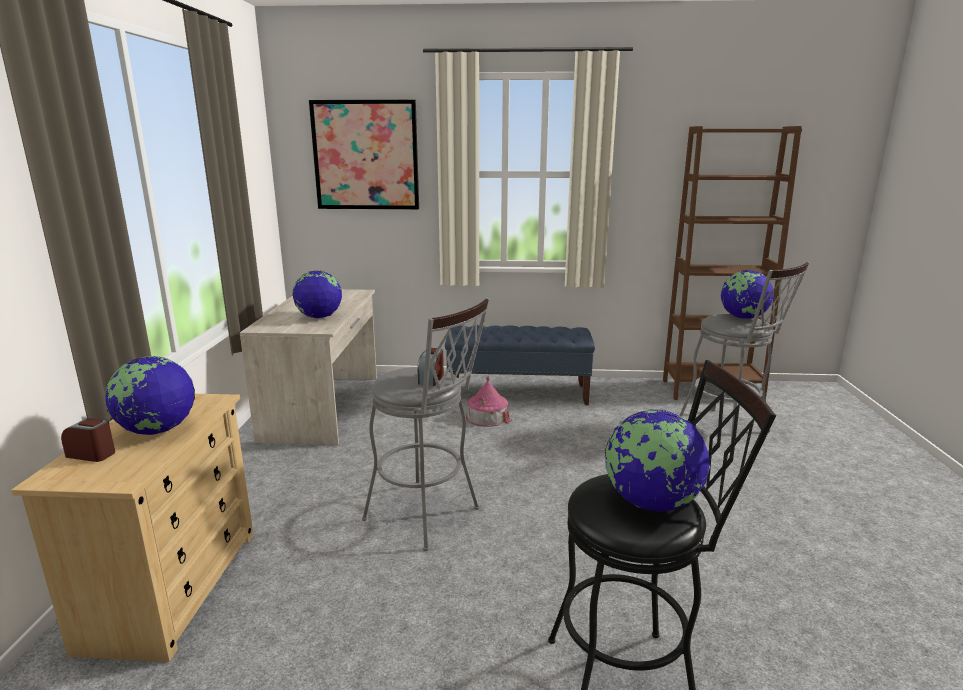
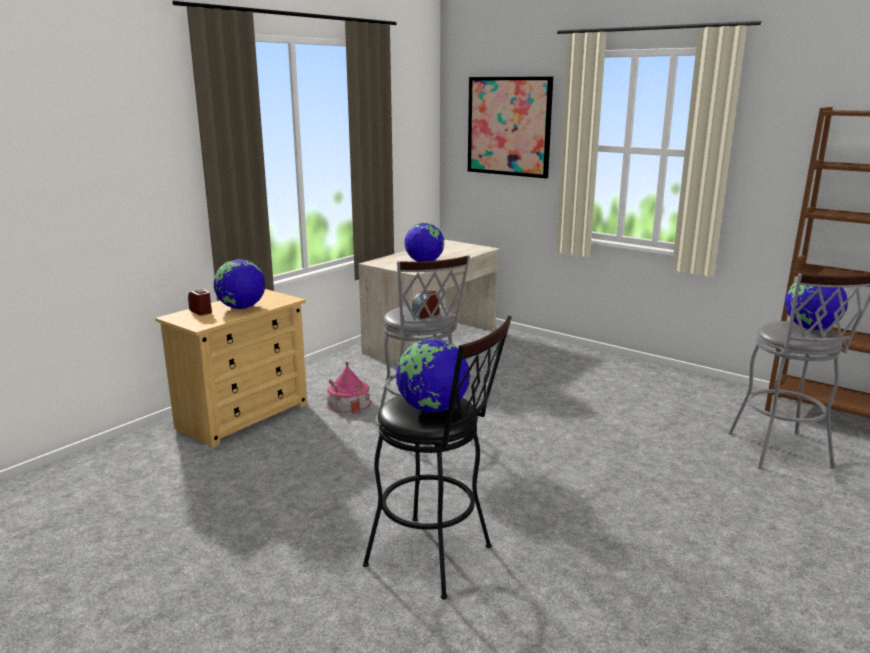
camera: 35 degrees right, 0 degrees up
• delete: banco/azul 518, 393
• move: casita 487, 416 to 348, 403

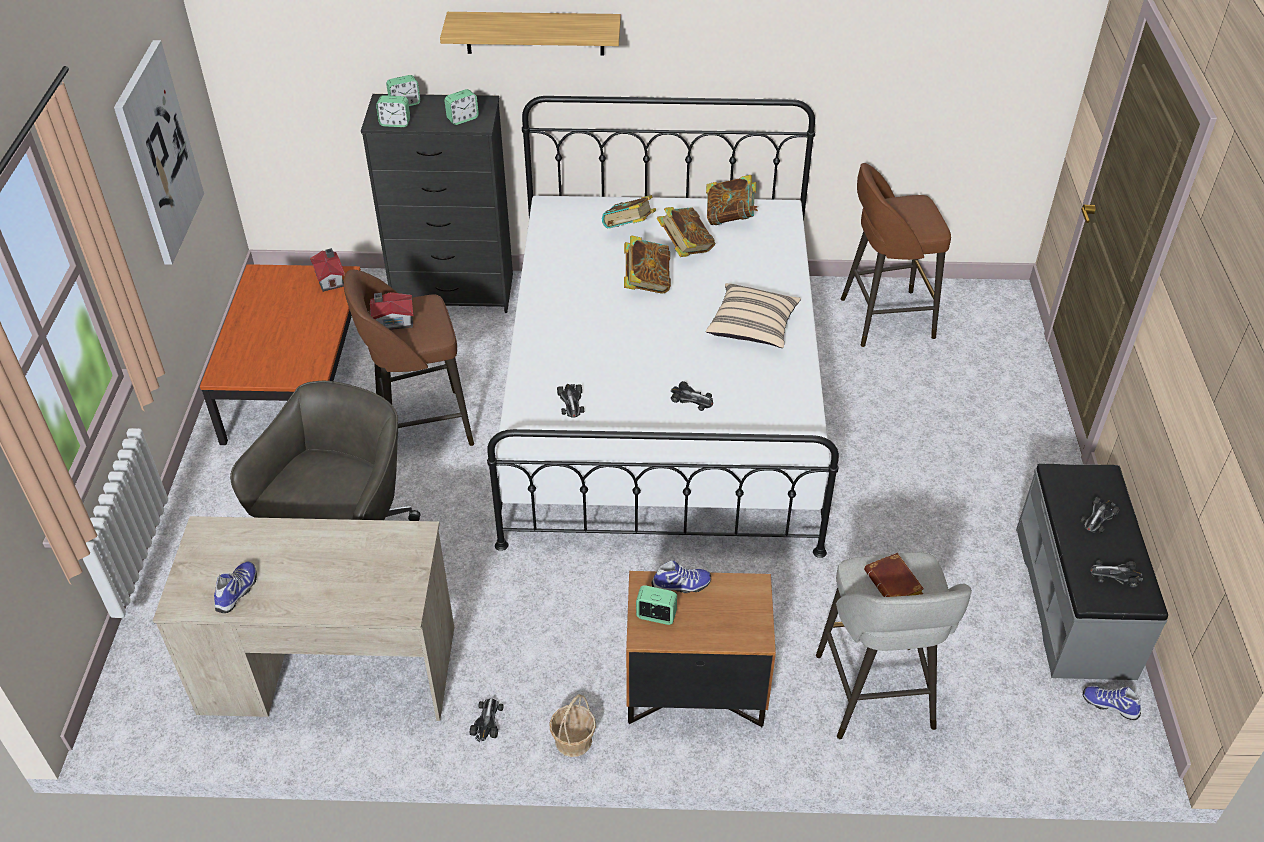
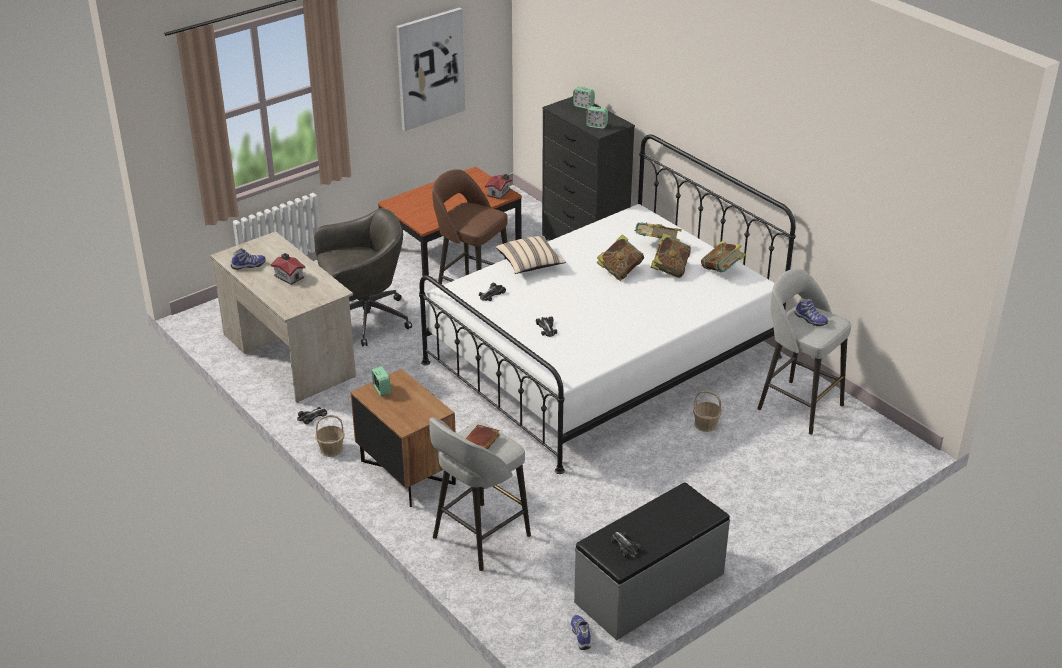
camera: 50 degrees right, 10 degrees down
• move: casita 393, 320 to 289, 276
• delete: despertador 395, 123
• delete: estante 534, 33
• move: zapato 681, 585 to 810, 320
• move: cojín/beis 752, 327 to 530, 264
• recolor: taburete/marrón 883, 318 to taburete/gris 798, 406
• delete: coche de juguete 1098, 517
• insert: cesta 706, 424

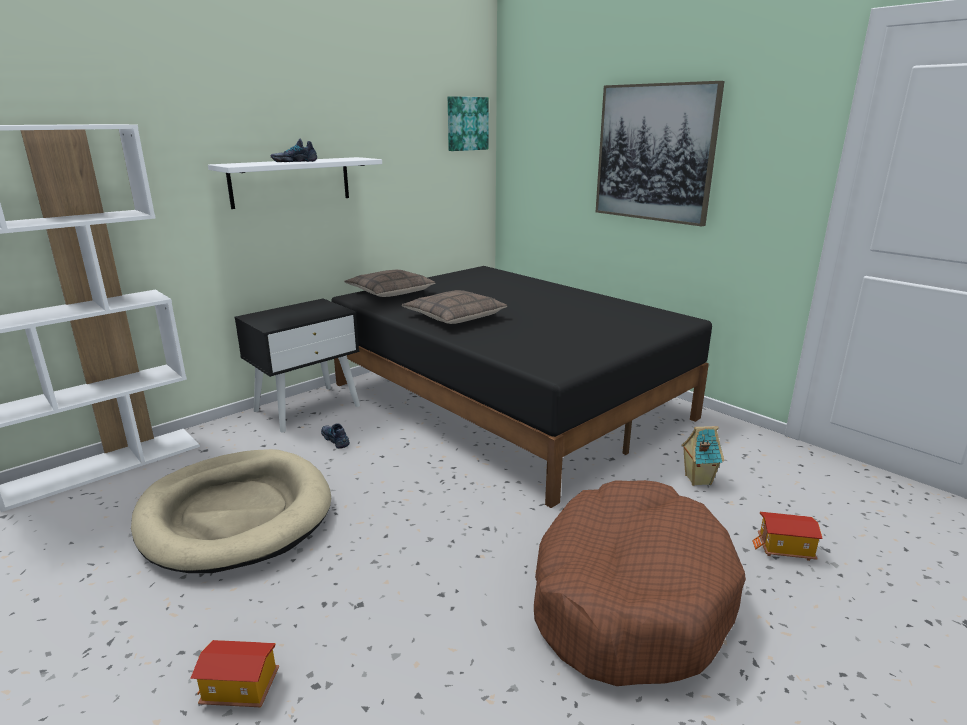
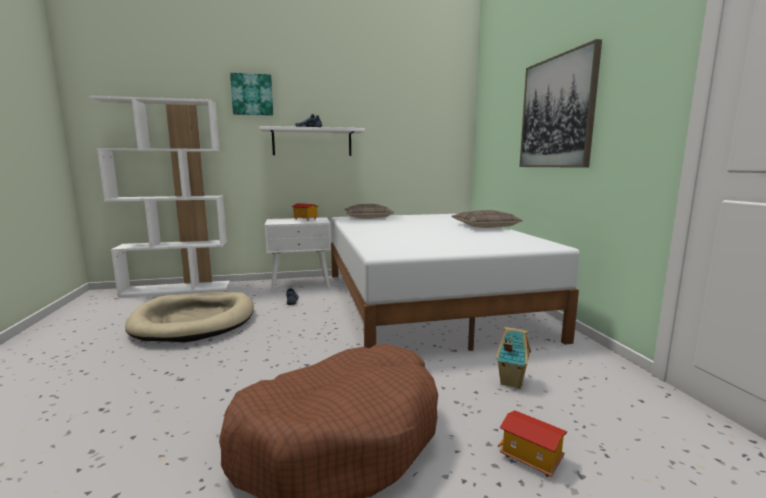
camera: 30 degrees right, 10 degrees down
• move: casita 239, 691 to 305, 219
• recolor: mesita de noche/negro 307, 408 to mesita de noche/blanco 300, 283
• recolor: cama/negro 508, 400 to cama/blanco 425, 302
• move: cojín 454, 316 to 484, 226
• move: cuadro 466, 123 to 252, 94

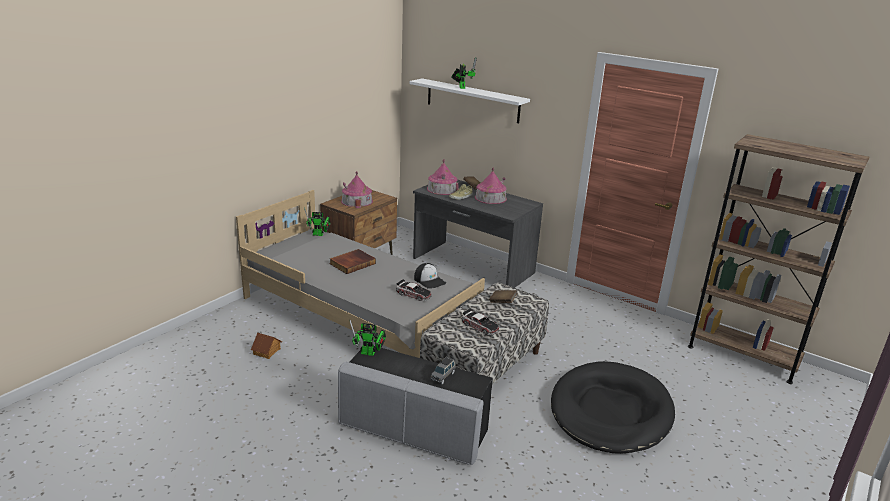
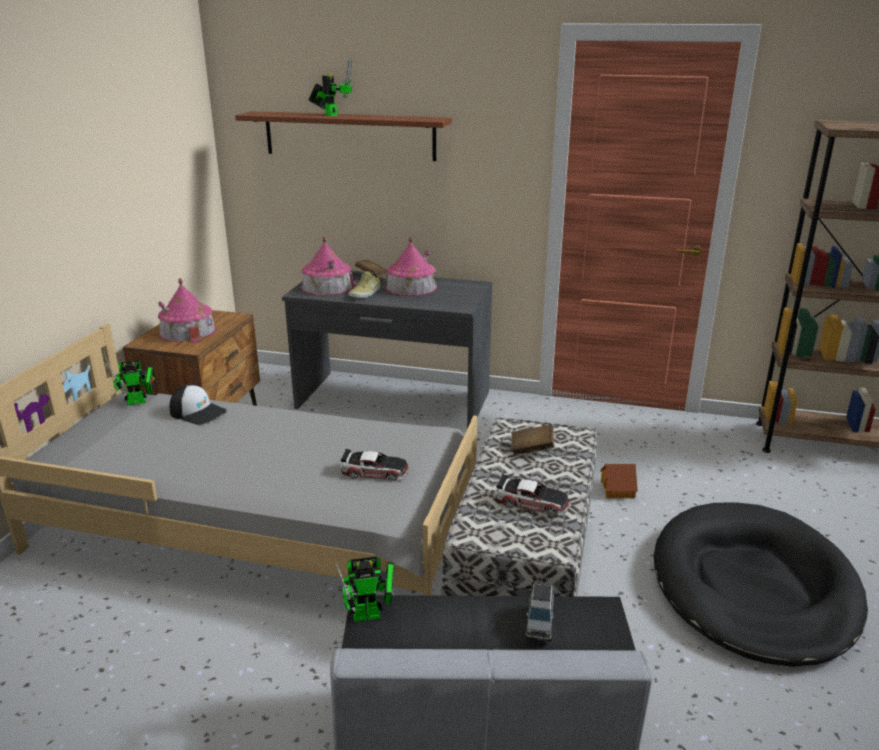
camera: 20 degrees left, 0 degrees up
• move: casita 267, 351 to 618, 489
• delete: libro 352, 263
• recolor: estante/blanco 472, 100 to estante/marrón 349, 135
• move: gorra 429, 280 to 198, 412

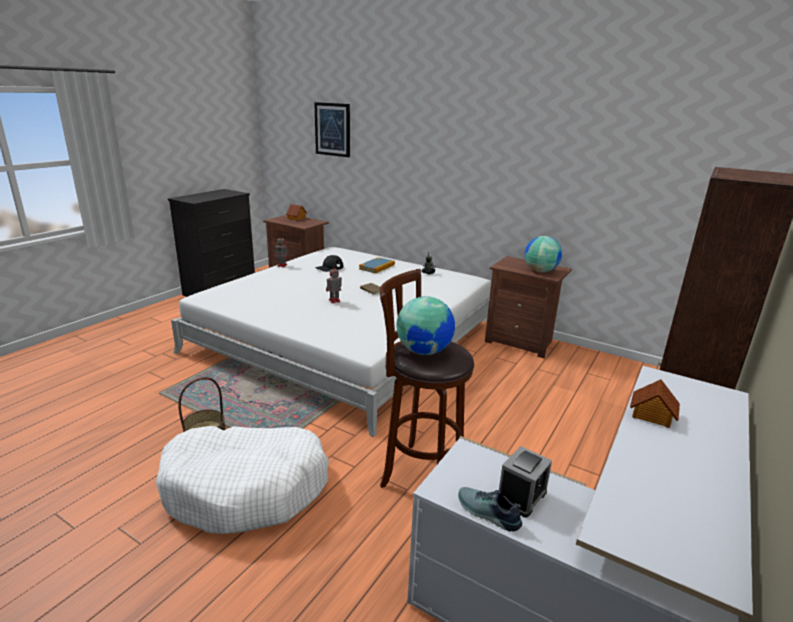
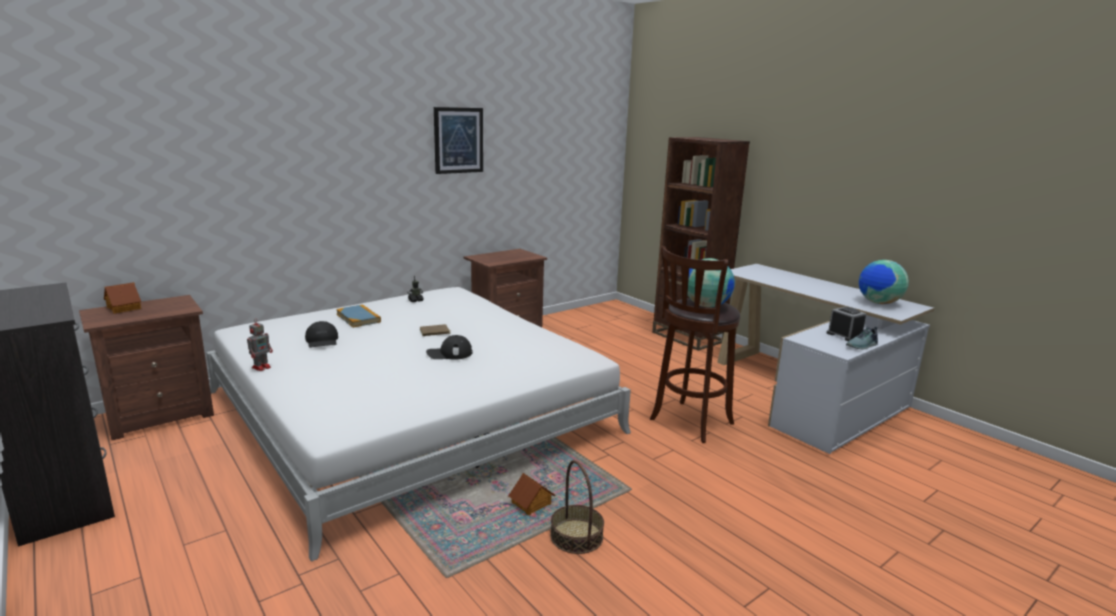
camera: 70 degrees left, 5 degrees down
• delete: cama para perro/blanco 246, 488
• move: cuadro 332, 129 to 458, 140
• replace: robot de juguete 334, 301 to gorra/negro 449, 353
• move: globo terráqueo 540, 271 to 878, 303
• move: casita 651, 415 to 531, 504

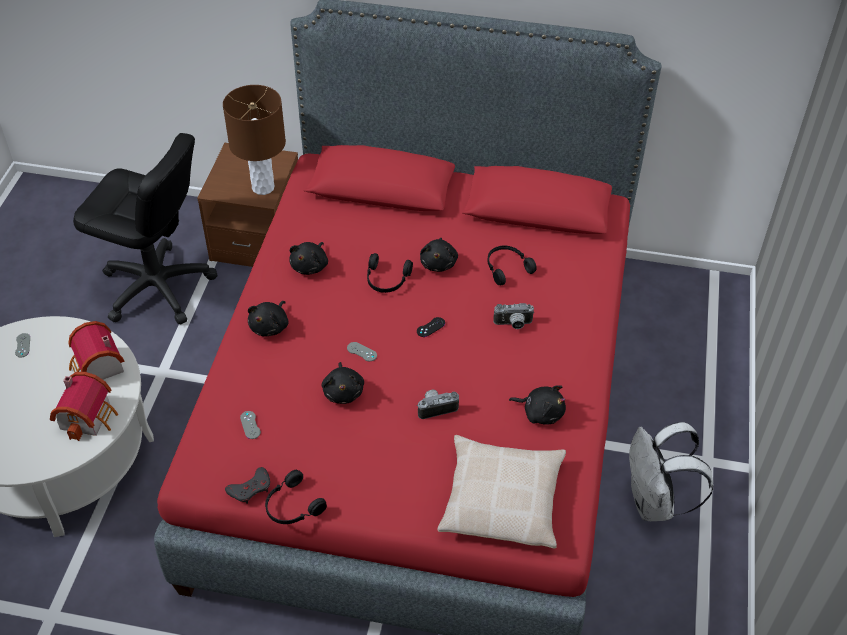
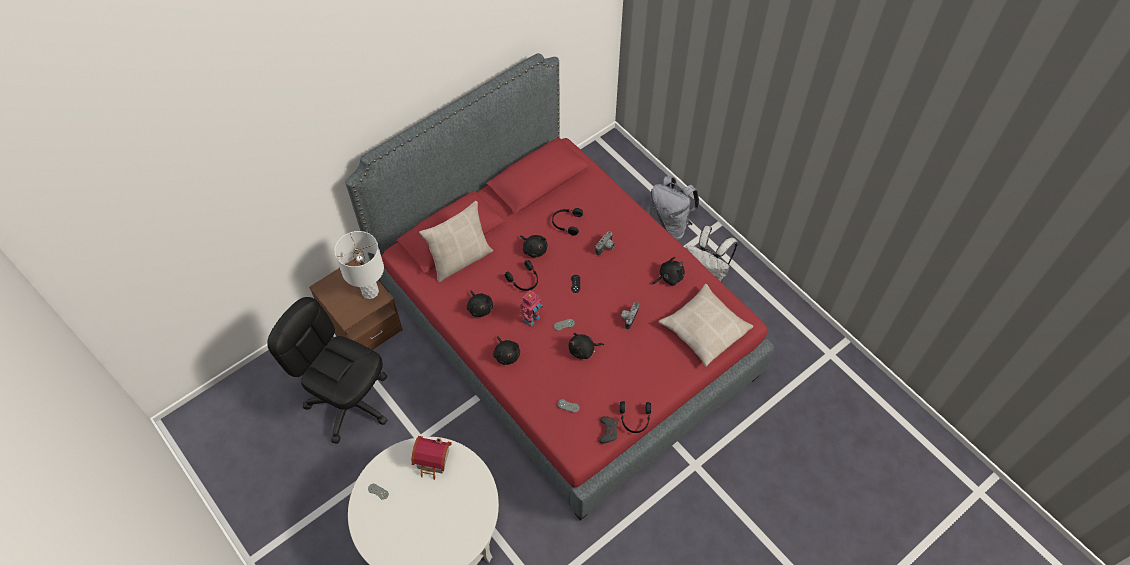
camera: 50 degrees left, 10 degrees up
• delete: casita 89, 416
• rotate: silla de oficina/negro 157, 287 = 349, 402 120 degrees counterclockwise
• recolor: lámpara de mesa/marrón 263, 187 to lámpara de mesa/blanco 370, 292
• rotate: peluche/negro 343, 391 = 583, 350 135 degrees clockwise
• insert: cojín/beis 460, 259
• insert: robot de juguete 532, 319
• insert: mochila/gris 669, 225

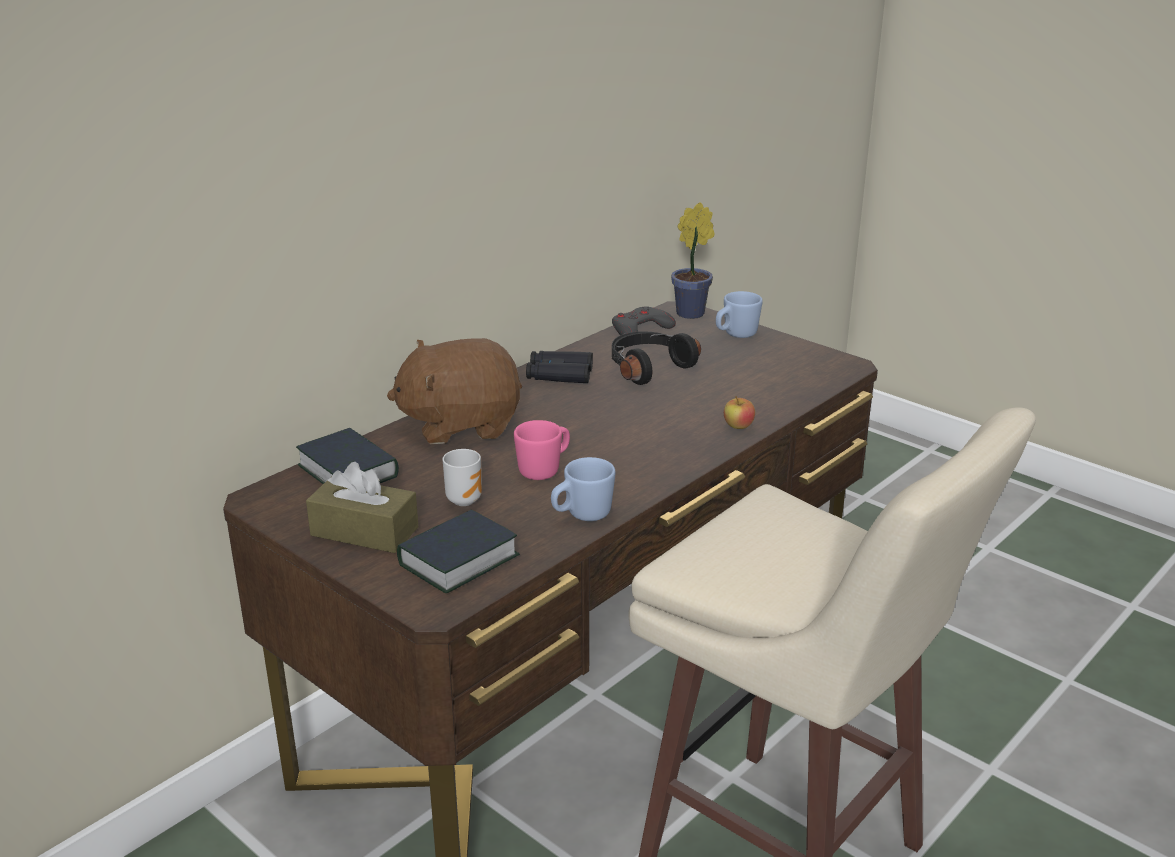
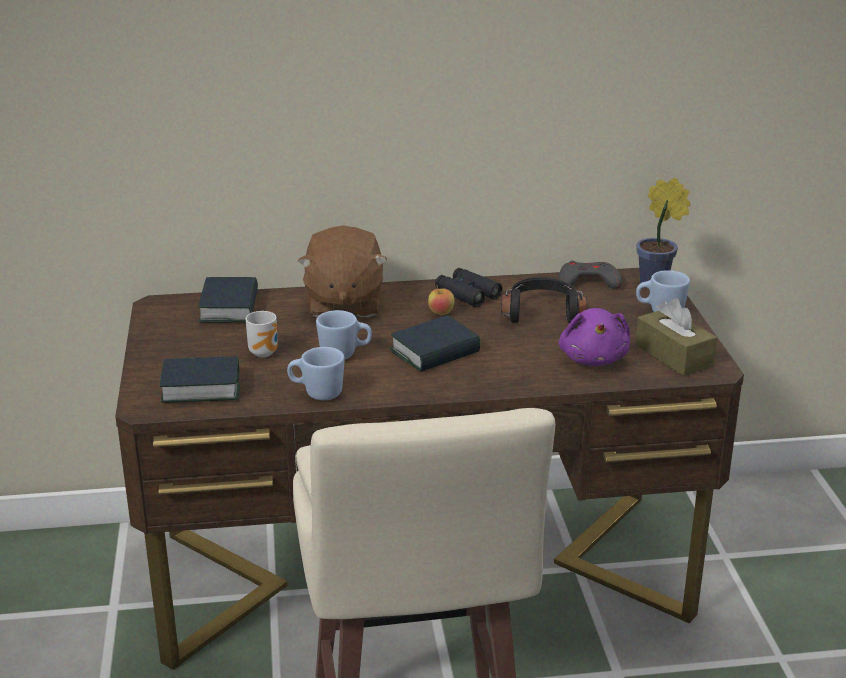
camera: 40 degrees right, 0 degrees up
• move: caja de pañuelos/marrón 364, 531 to 674, 355
• rotate: peluche/marrón 460, 424 = 343, 303 120 degrees counterclockwise
• recolor: taza grande/rosa 545, 470 to taza grande/azul 344, 354
• move: manzana 738, 426 to 441, 313
• insert: libro 435, 352
• insert: peluche/morado 593, 358

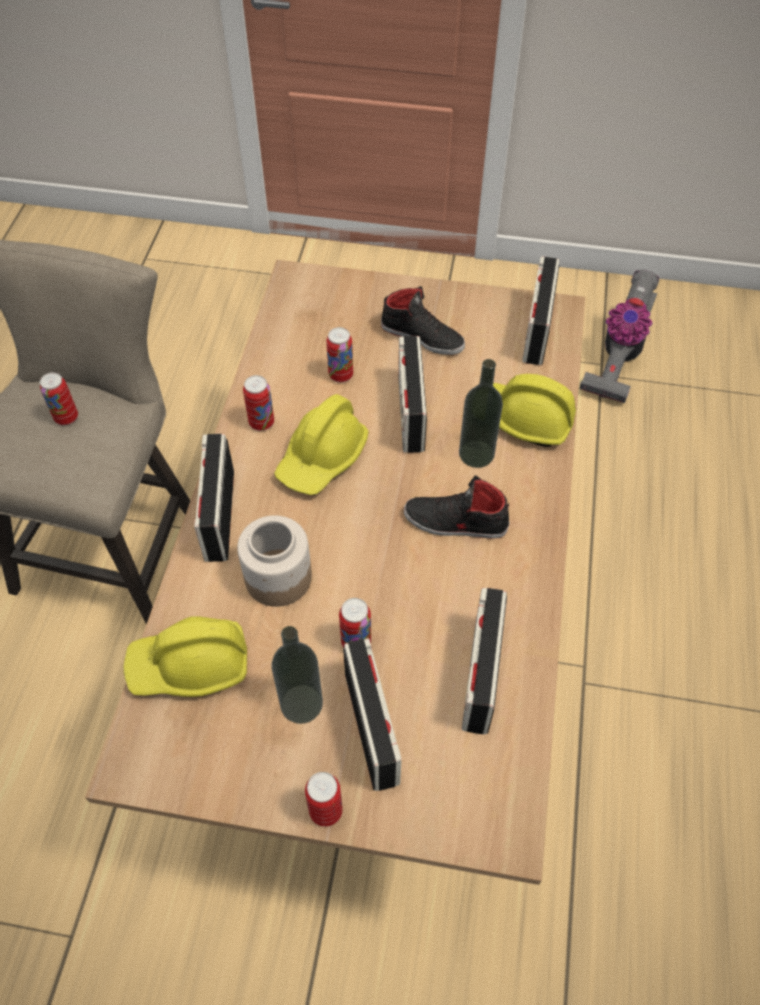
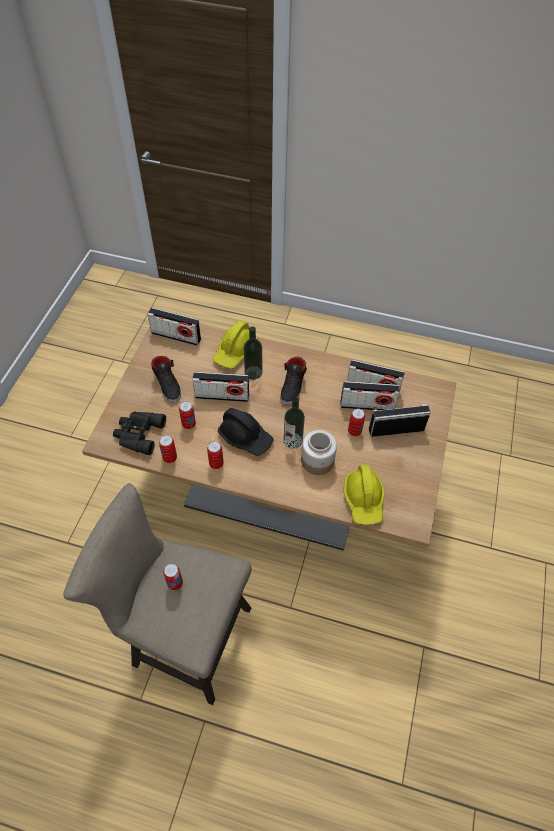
camera: 85 degrees left, 0 degrees up
• move: radio 219, 515 to 367, 405
• move: botella 301, 704 to 293, 440
• recolor: casco/amarillo 322, 458 to casco/negro 245, 437
• move: lata 326, 811 to 170, 458
• rotate: zapato/negro 422, 336 = 168, 384 120 degrees clockwise
• delete: aspiradora 617, 358
• insert: prismáticos/negro 138, 434

